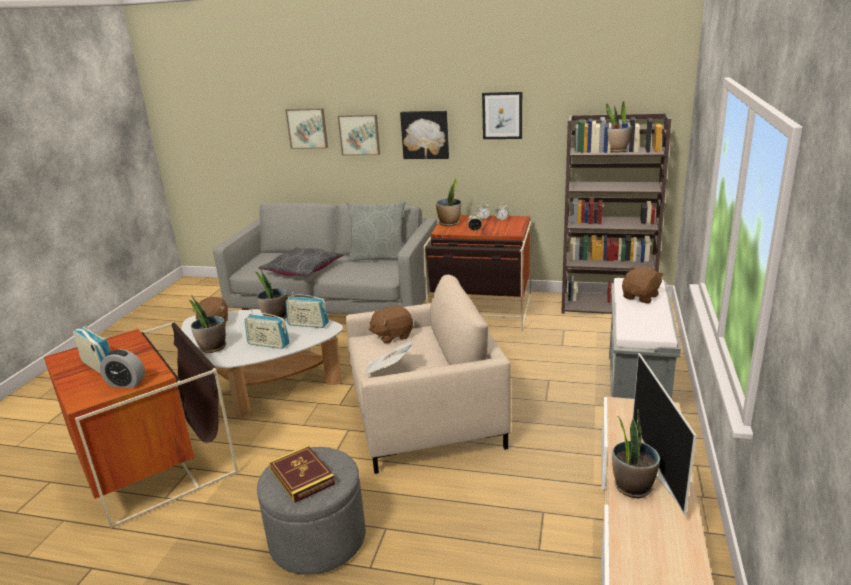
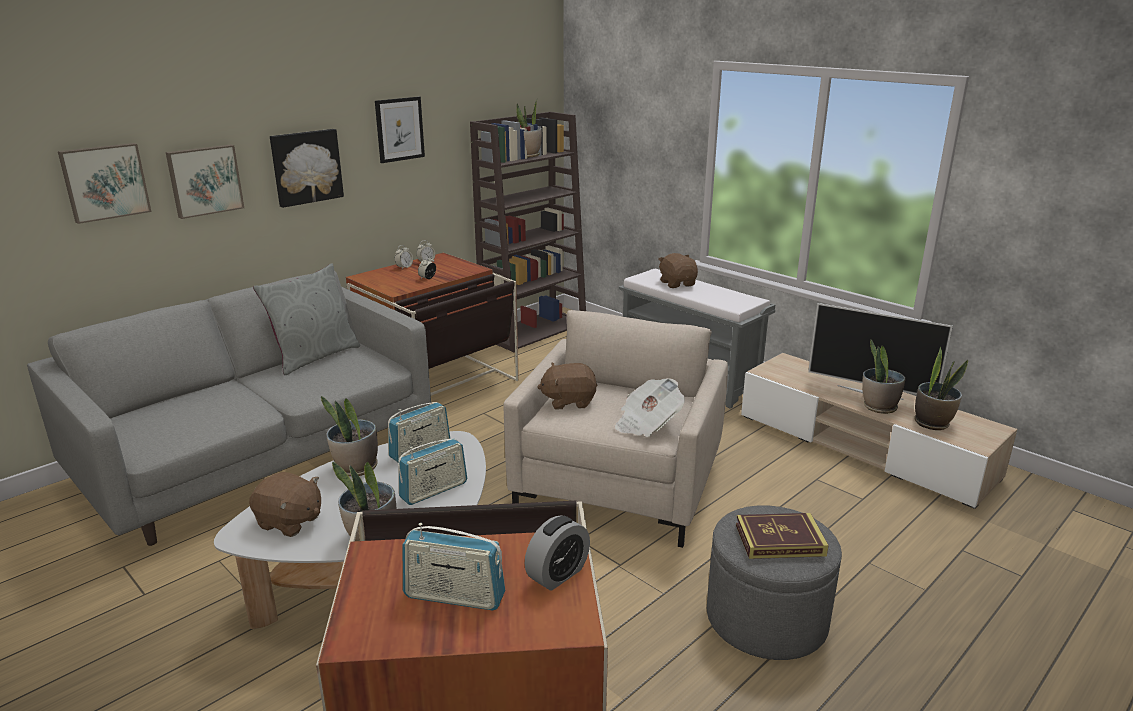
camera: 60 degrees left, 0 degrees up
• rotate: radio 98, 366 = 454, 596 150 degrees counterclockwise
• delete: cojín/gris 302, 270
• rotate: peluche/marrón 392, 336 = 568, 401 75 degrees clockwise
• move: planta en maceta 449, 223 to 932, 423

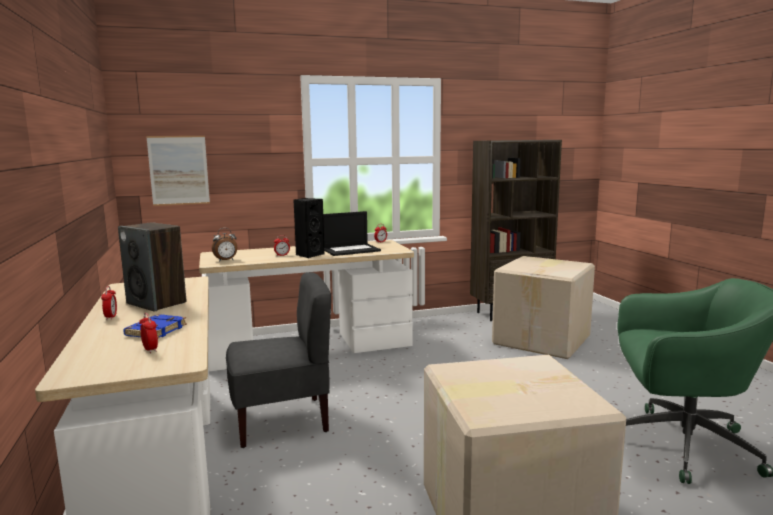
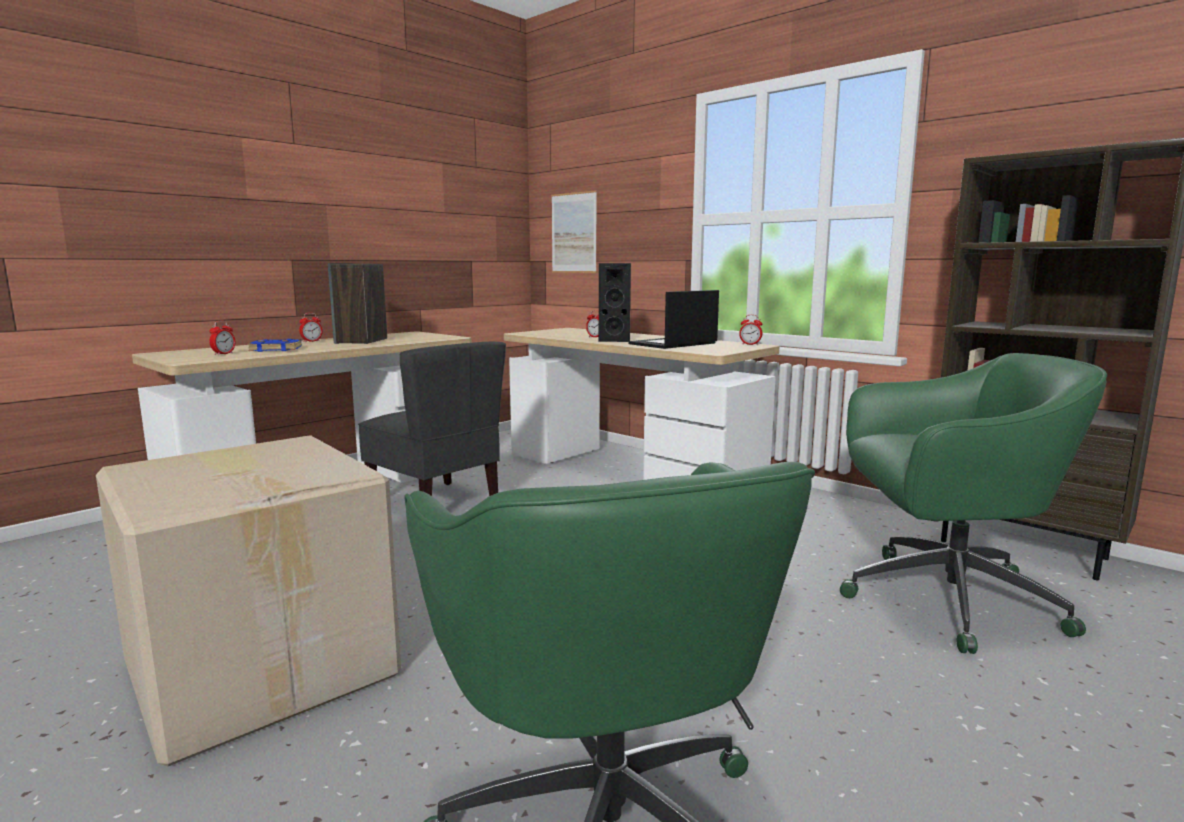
camera: 60 degrees right, 0 degrees up
• delete: despertador 226, 260
• rotate: portátil 351, 250 = 673, 344 105 degrees clockwise
• replace: caja de cartón 543, 340 to silla de oficina/verde 943, 599

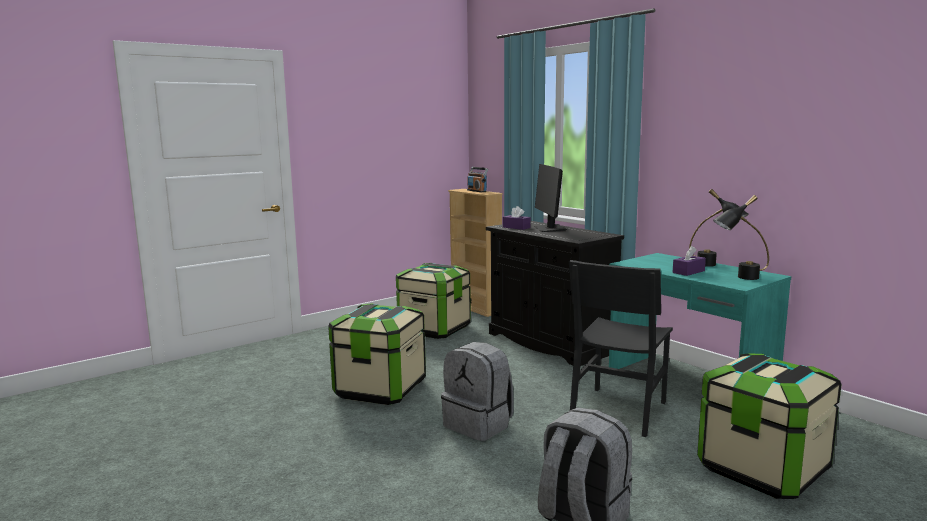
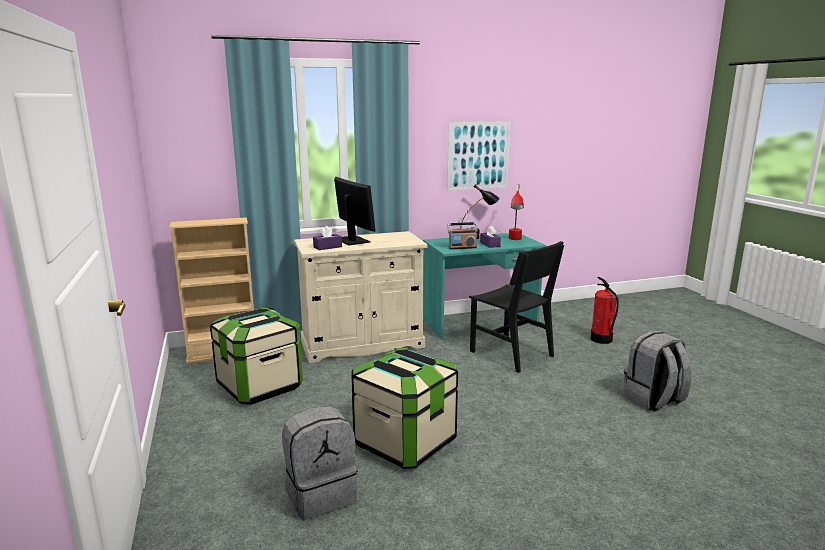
camera: 70 degrees left, 5 degrees up
• move: mochila/gris 479, 425 to 321, 494
• move: radio 477, 191 to 462, 247
• recolor: armario/negro 550, 342 to armario/beis 362, 344
• rotate: monitor 549, 229 = 352, 241 135 degrees counterclockwise
• replace: caja de almacenaje 762, 469 to extintor 601, 339
• recolor: lámpara de mesa/negro 739, 278 to lámpara de mesa/rojo 515, 240
• insert: cuadro 478, 156

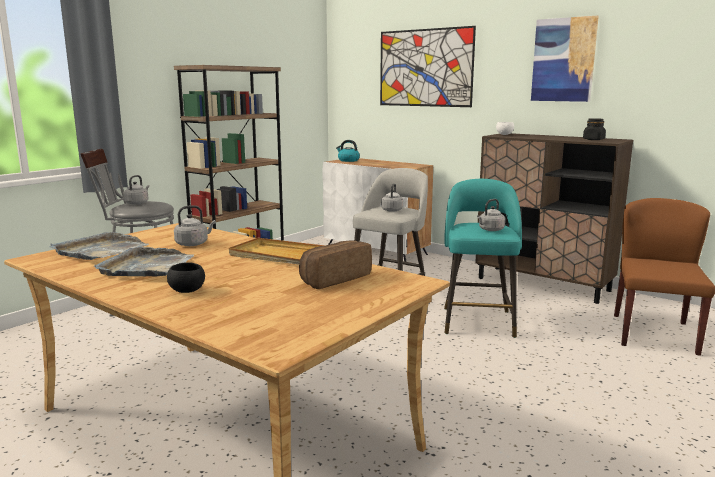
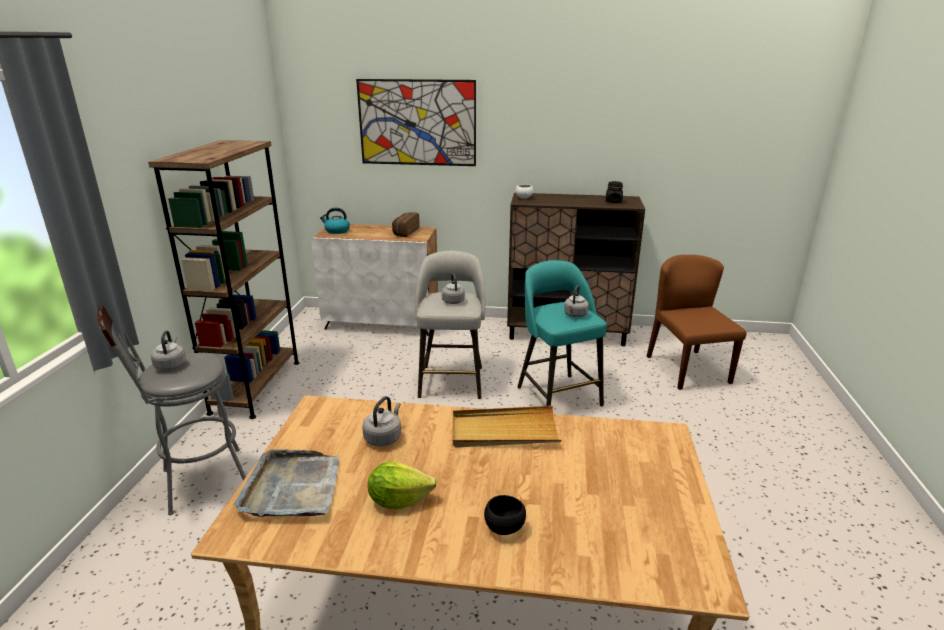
camera: 30 degrees left, 10 degrees up
• replace: bandeja/gris 147, 267 to lechuga 399, 500
• move: pan 333, 278 to 404, 232
• delete: cuadro 563, 60

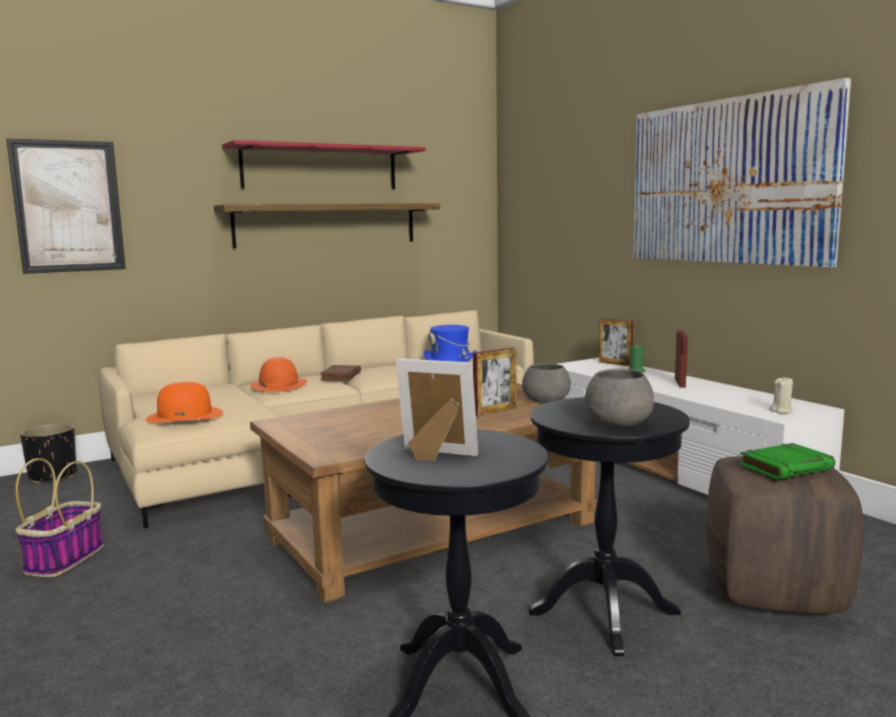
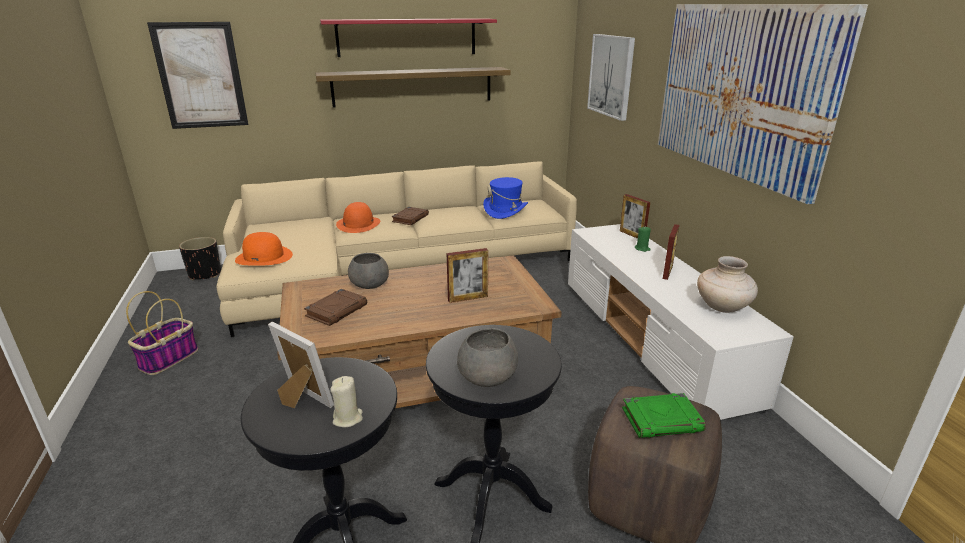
camera: 15 degrees right, 15 degrees up
• move: cuenco/gris 547, 400 to 370, 284
• move: vela/beis 781, 411 to 348, 418
• insert: libro/marrón 337, 310
• insert: cuadro 611, 75
• insert: florero/beis 722, 307

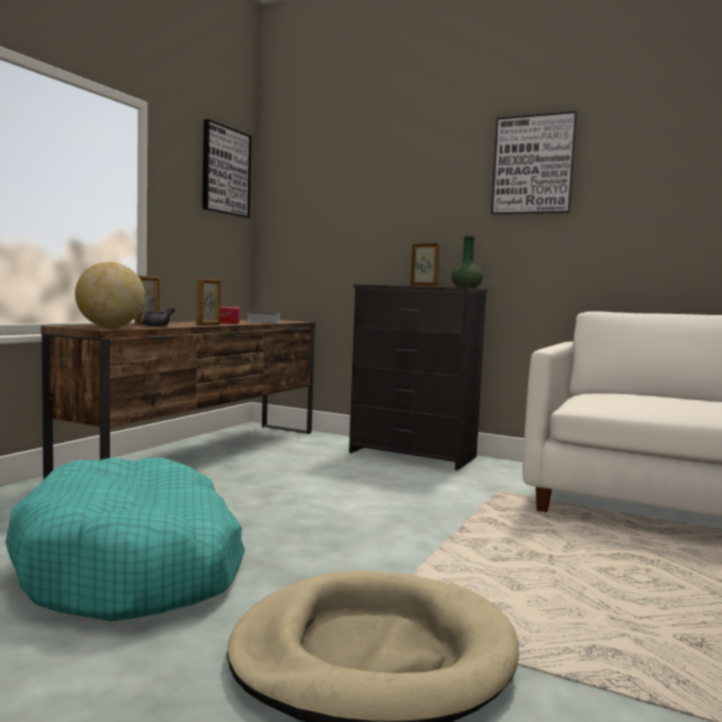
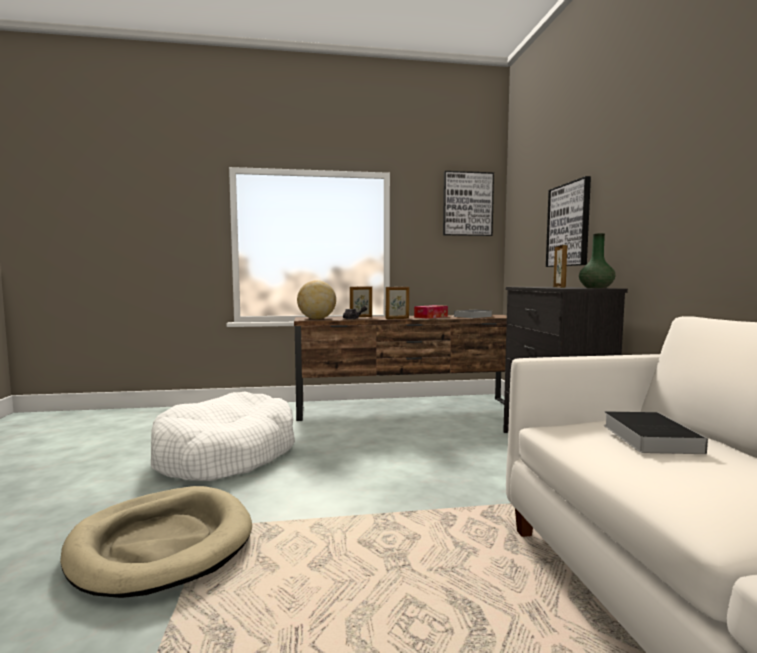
camera: 55 degrees right, 0 degrees up
• recolor: cama para perro/turquesa 133, 566 to cama para perro/blanco 226, 454
• move: cuadro 533, 165 to 569, 225
• insert: libro 647, 437

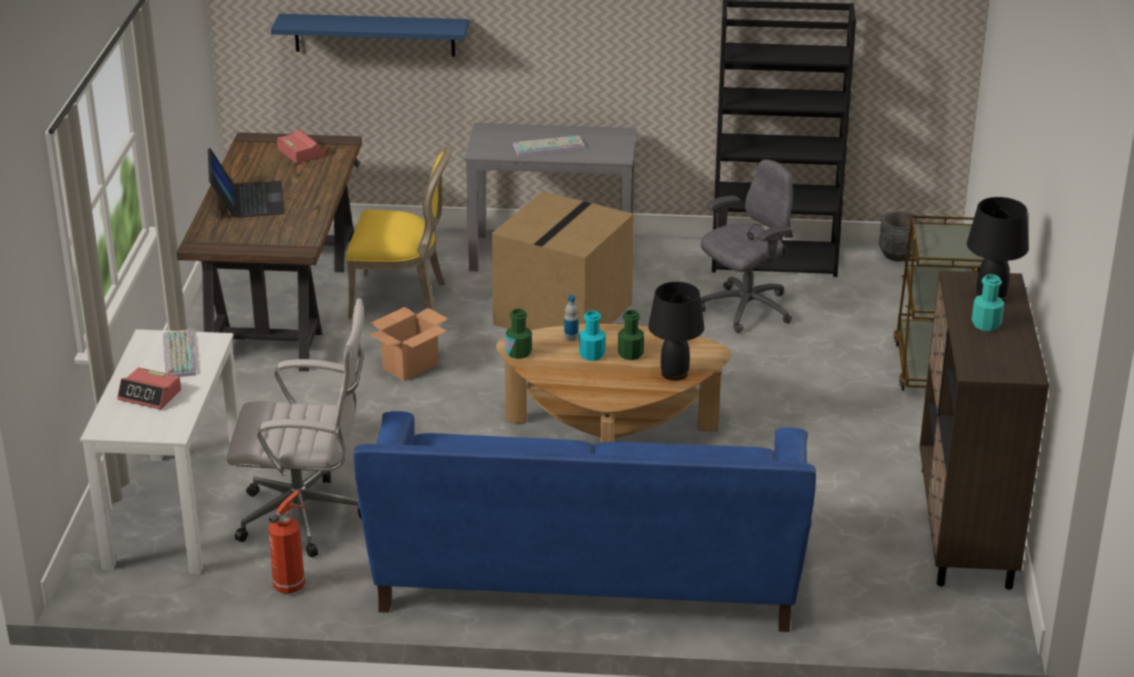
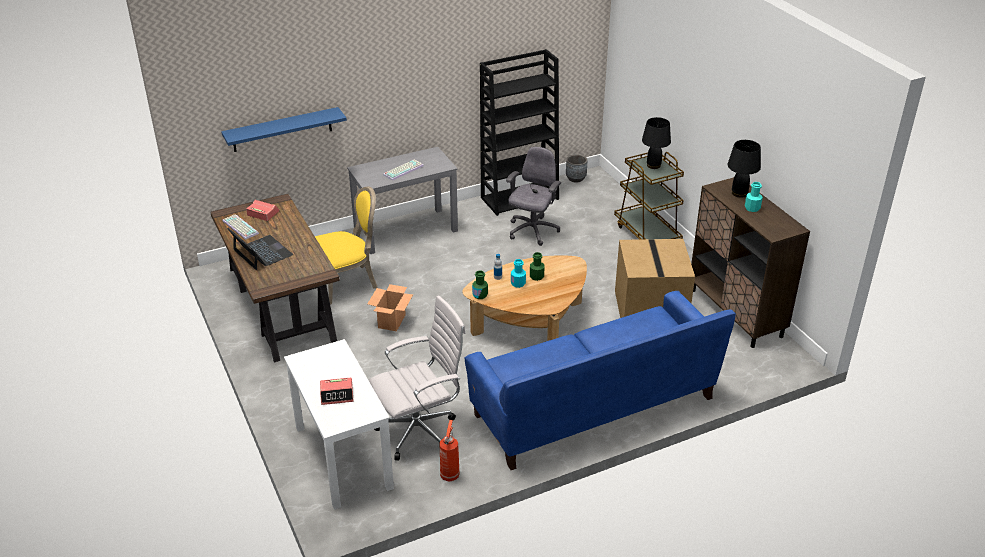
camera: 30 degrees left, 5 degrees up
• move: teclado 177, 354 to 239, 227
• move: caja de cartón 562, 313 to 649, 309
• move: lámpara de mesa/negro 674, 374 to 653, 165

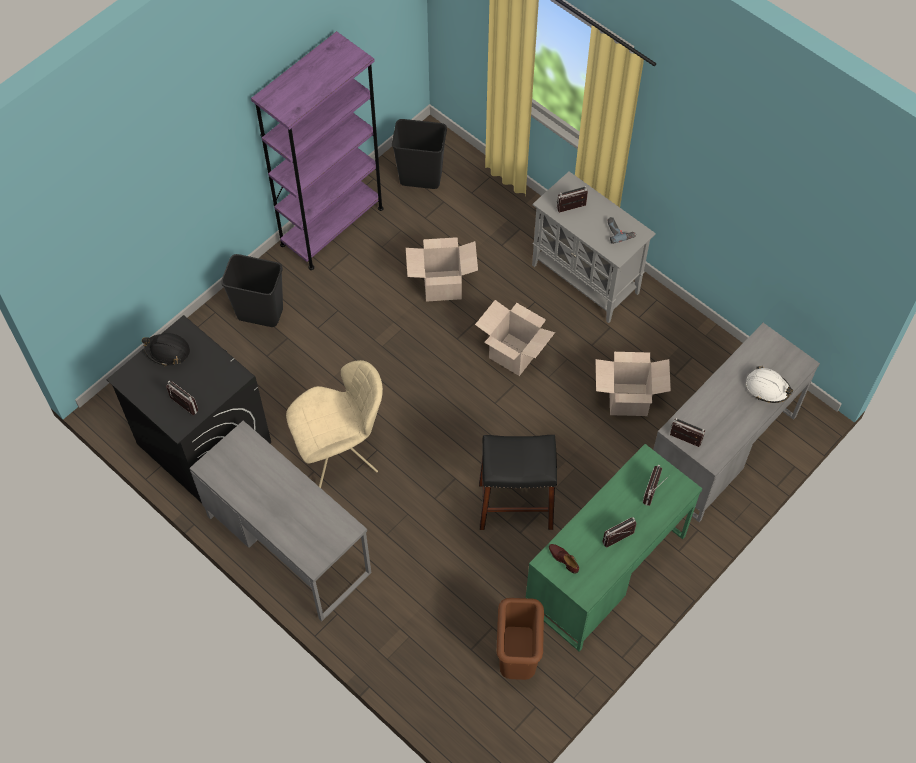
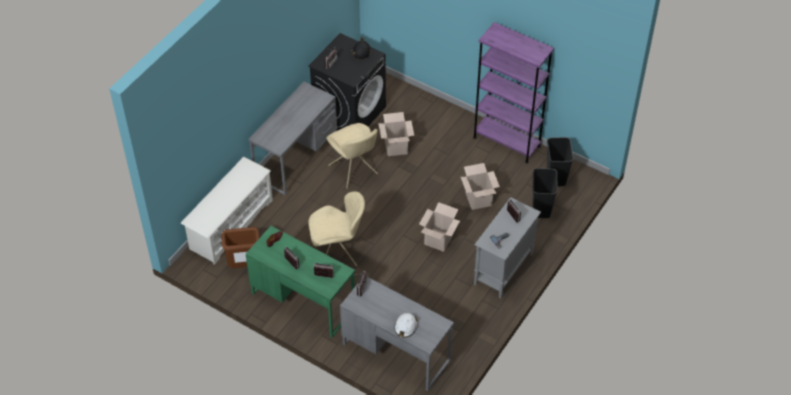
camera: 80 degrees right, 10 degrees down
• move: papelera/negro 259, 313 to 540, 208
• replace: taburete/negro 516, 505 to silla/beis 337, 253
• move: caja de cartón 628, 400 to 396, 147
• insert: zapatero/blanco 231, 224

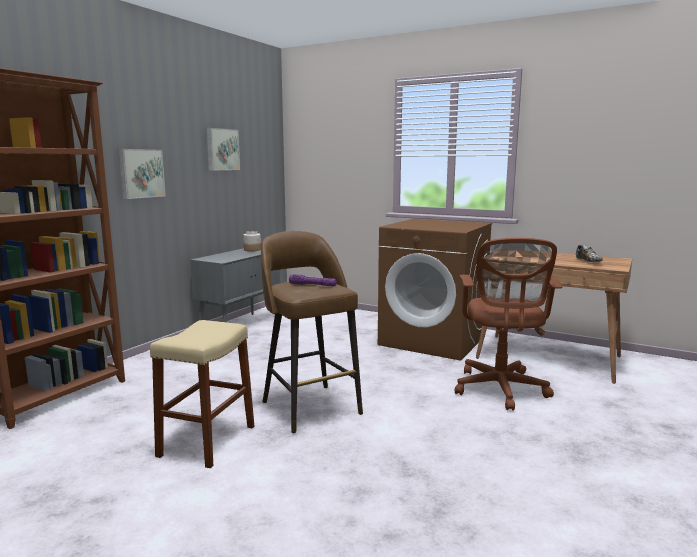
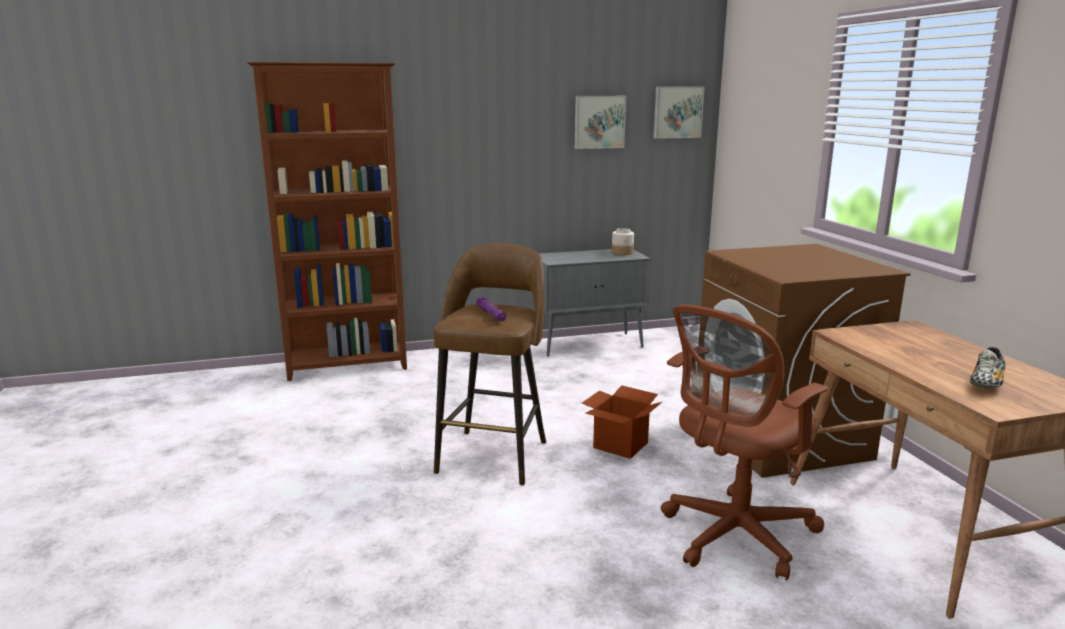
camera: 45 degrees right, 5 degrees up
• move: cuadro 141, 173 to 677, 112
• delete: taburete/beis 207, 441
• insert: caja de cartón 621, 445

